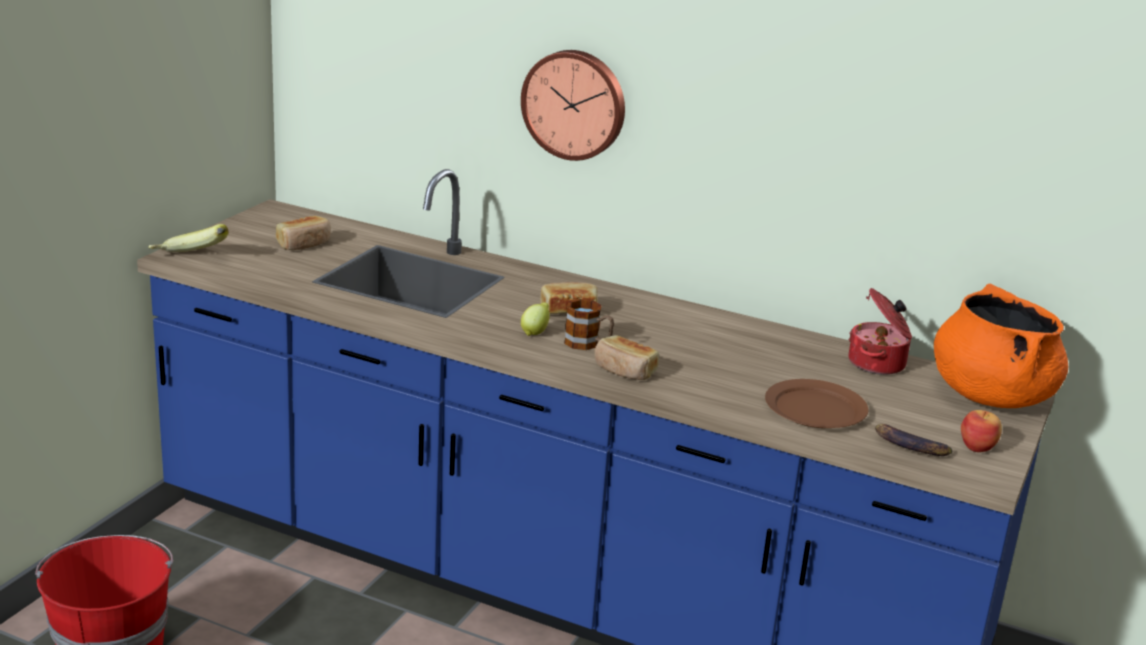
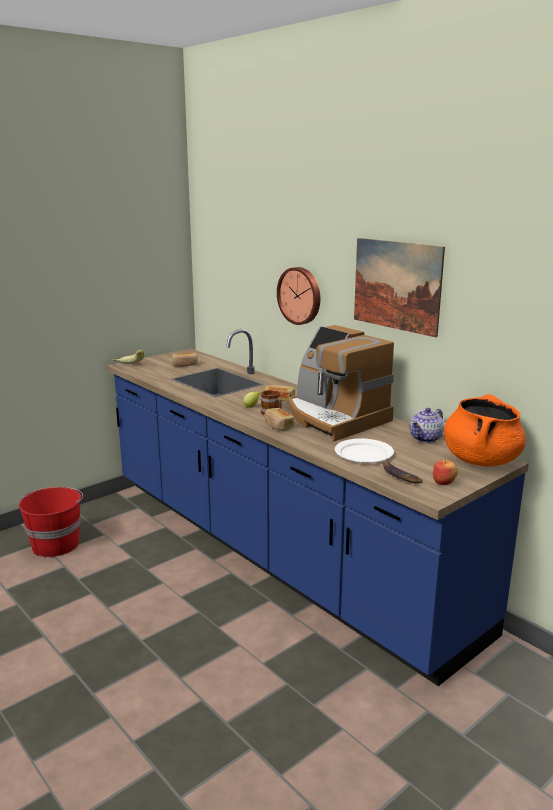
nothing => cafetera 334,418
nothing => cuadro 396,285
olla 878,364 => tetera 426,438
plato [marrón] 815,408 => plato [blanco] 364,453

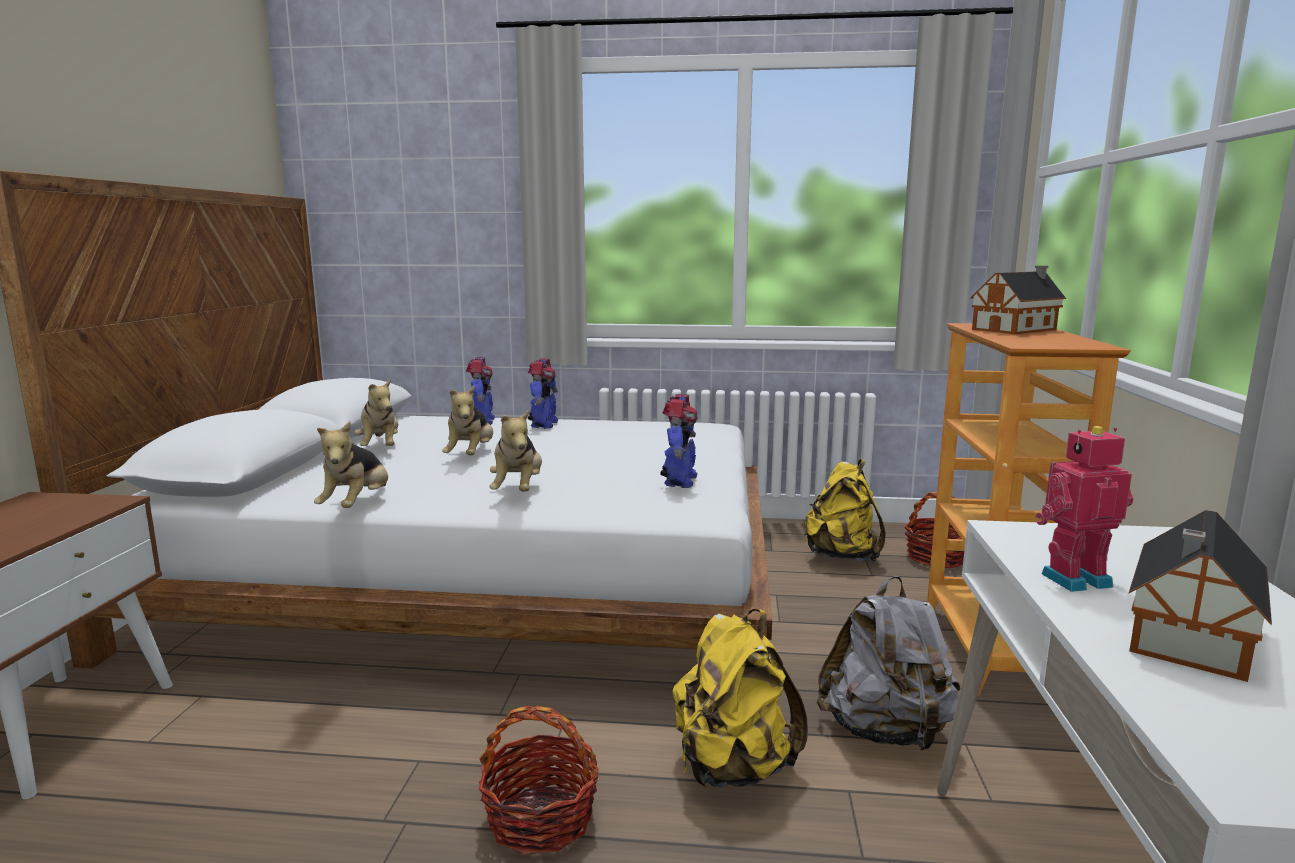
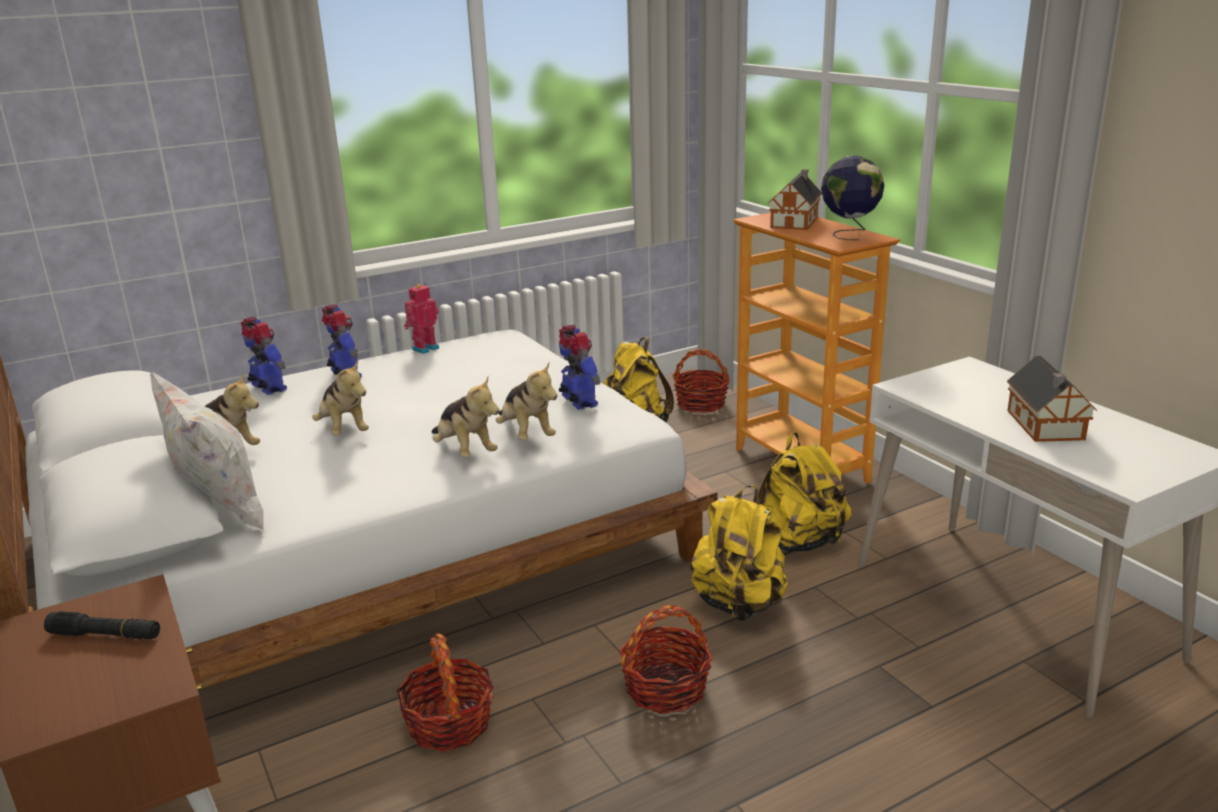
nothing => linterna [negro] 105,635
nothing => cojín [blanco] 220,512
nothing => cesta 449,723
nothing => globo terráqueo 849,233
peluche 357,505 => peluche 526,434, relocated
robot de juguete 1073,578 => robot de juguete 424,348, relocated
mochila [gris] 886,732 => mochila [amarillo] 797,543

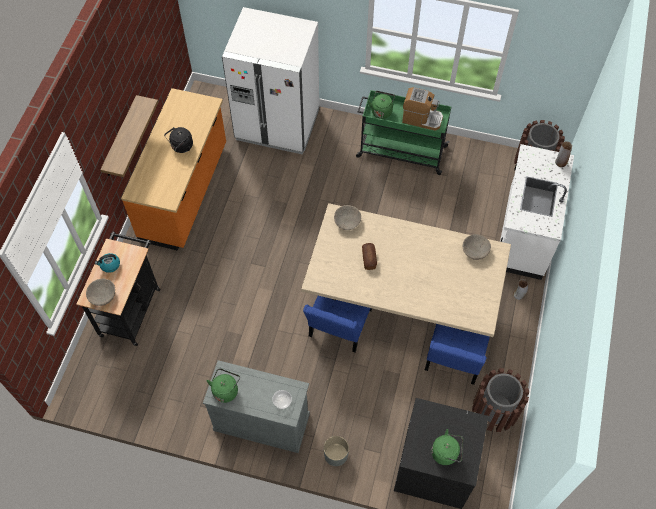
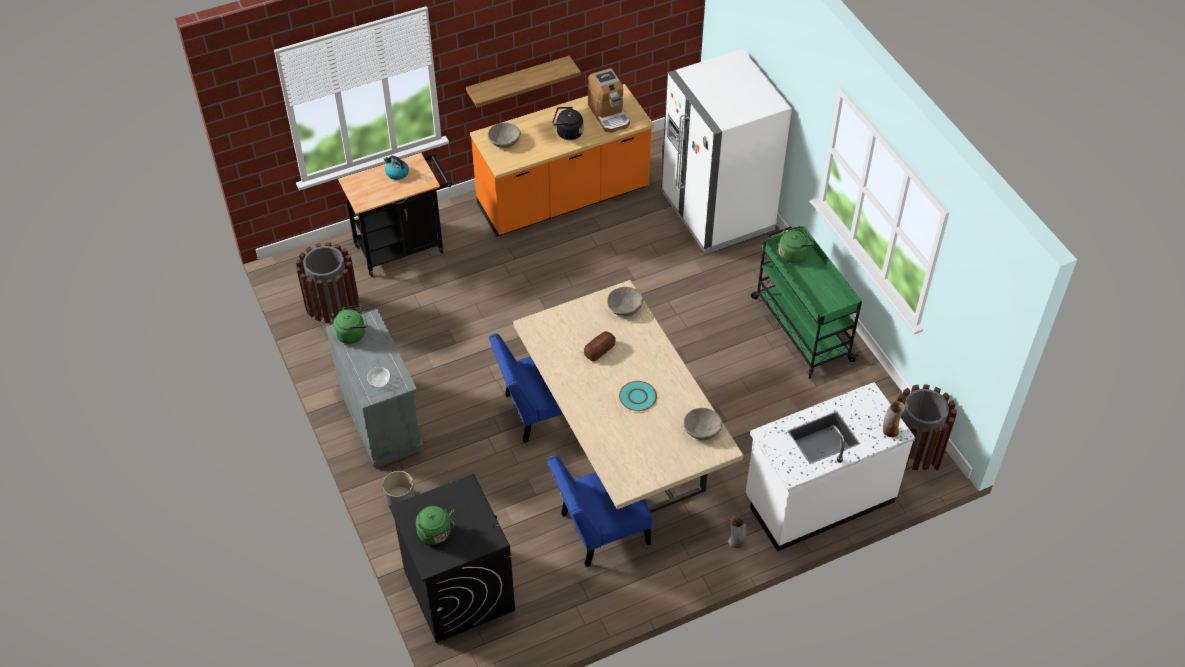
nothing => plato [turquesa] 637,396
cuenco [beis] 102,295 => cuenco [beis] 504,140, relocated
cafetera 421,118 => cafetera 609,114, relocated
papelera [marrón] 492,414 => papelera [marrón] 334,313, relocated

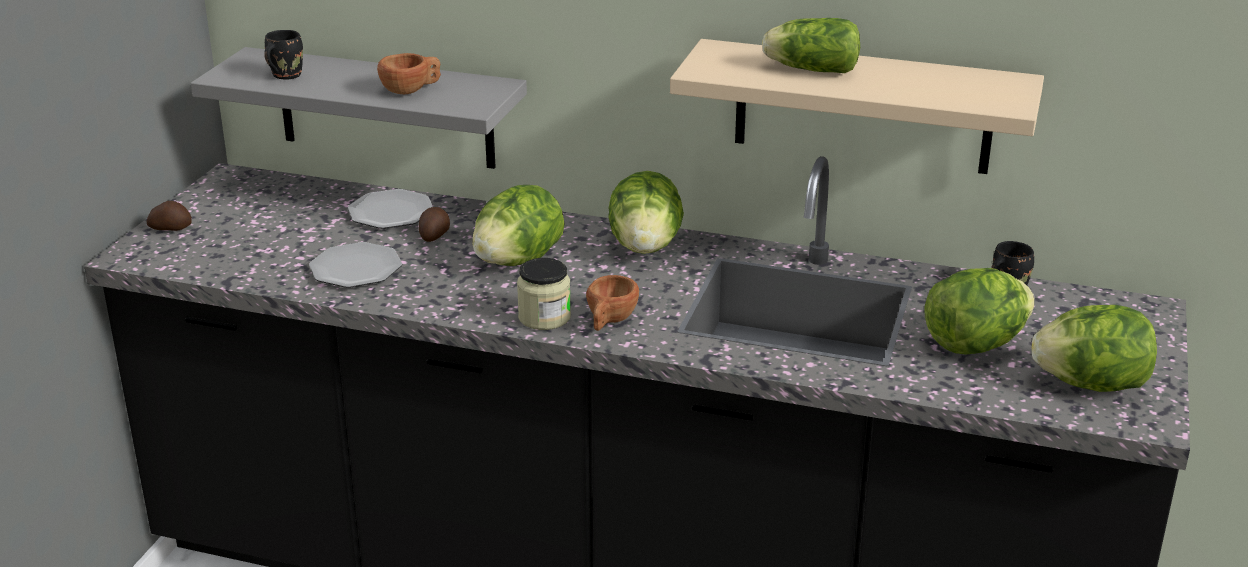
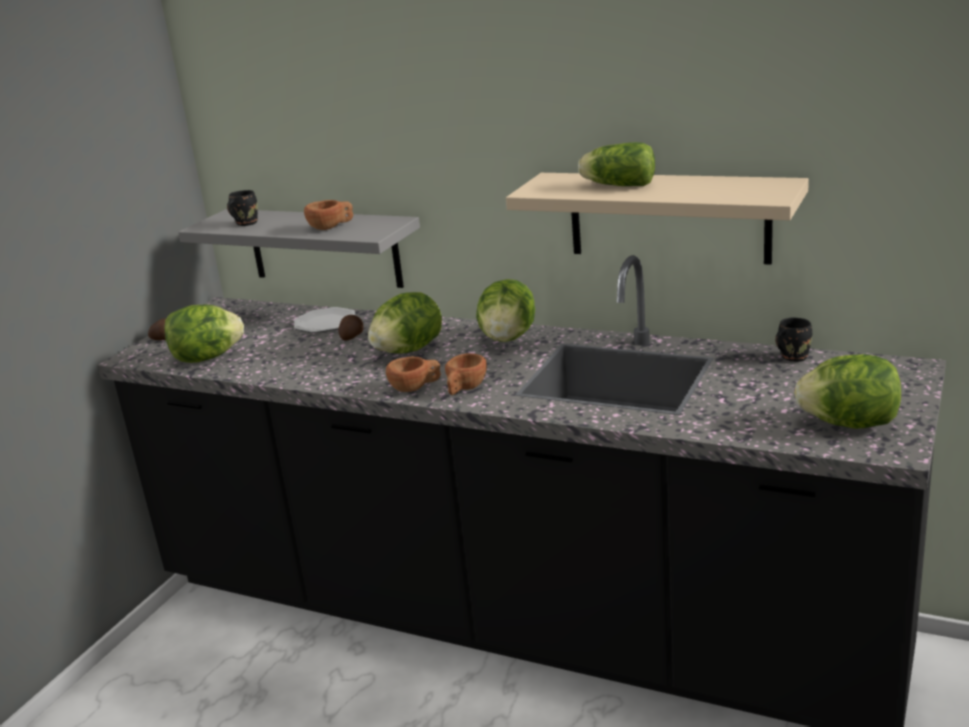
plato 355,268 => nothing
lechuga 975,345 => lechuga 207,358, relocated
tarro 544,317 => taza [marrón] 415,388

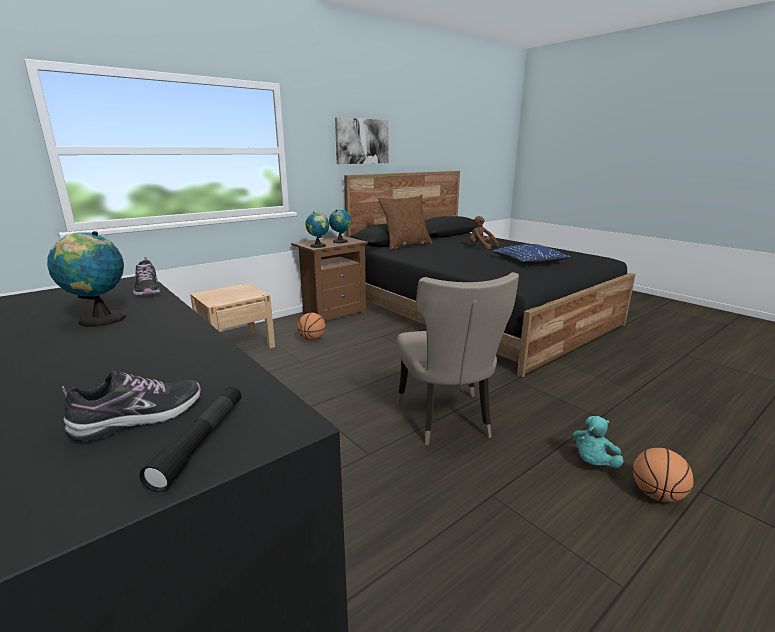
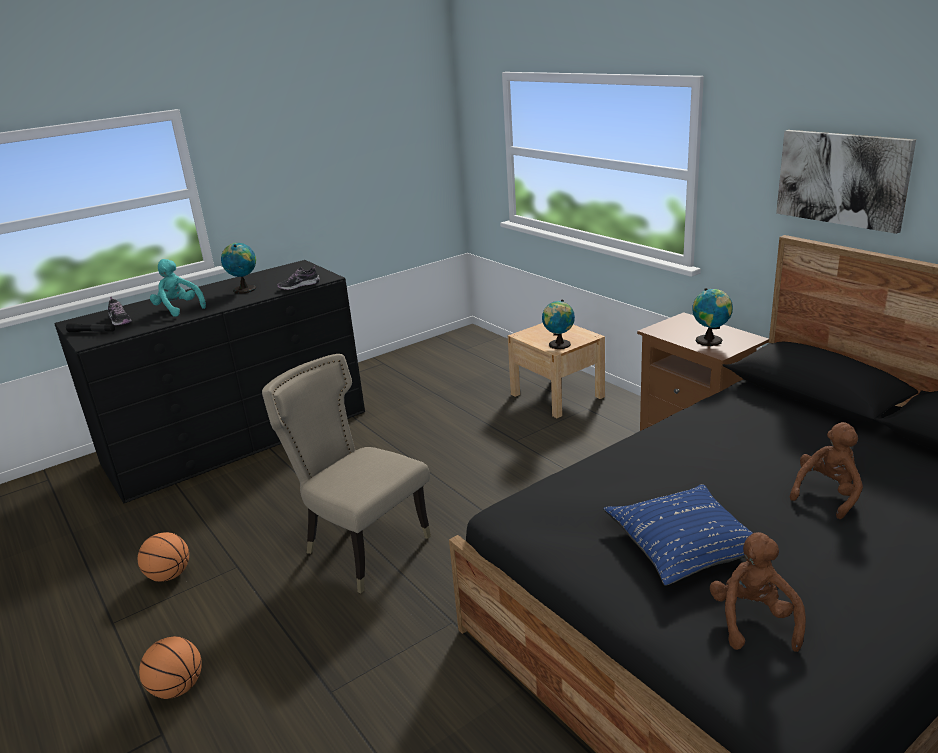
cojín [marrón] 405,245 => nothing
nothing => peluche [marrón] 753,620
balón de baloncesto 312,339 => balón de baloncesto 169,575, relocated
globo terráqueo 318,246 => globo terráqueo 558,345, relocated
peluche [turquesa] 593,463 => peluche [turquesa] 178,309, relocated
silla [beis] 447,420 => silla [beis] 362,546, 45 degrees clockwise

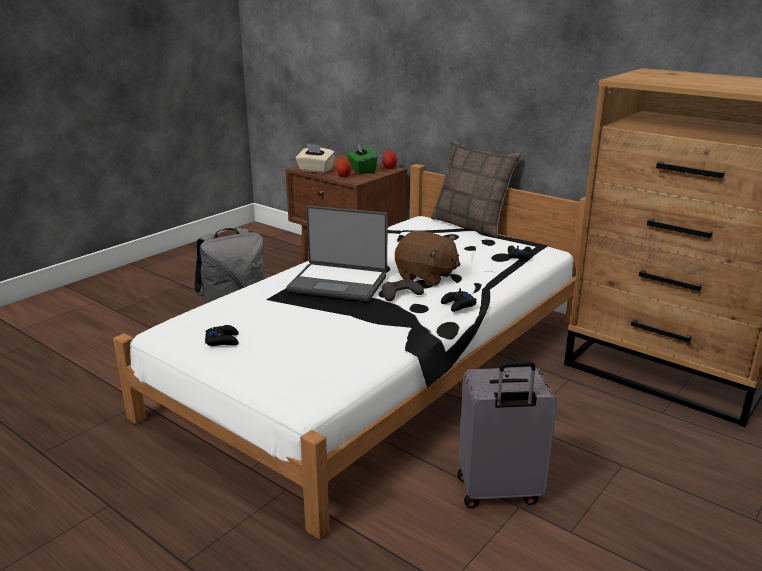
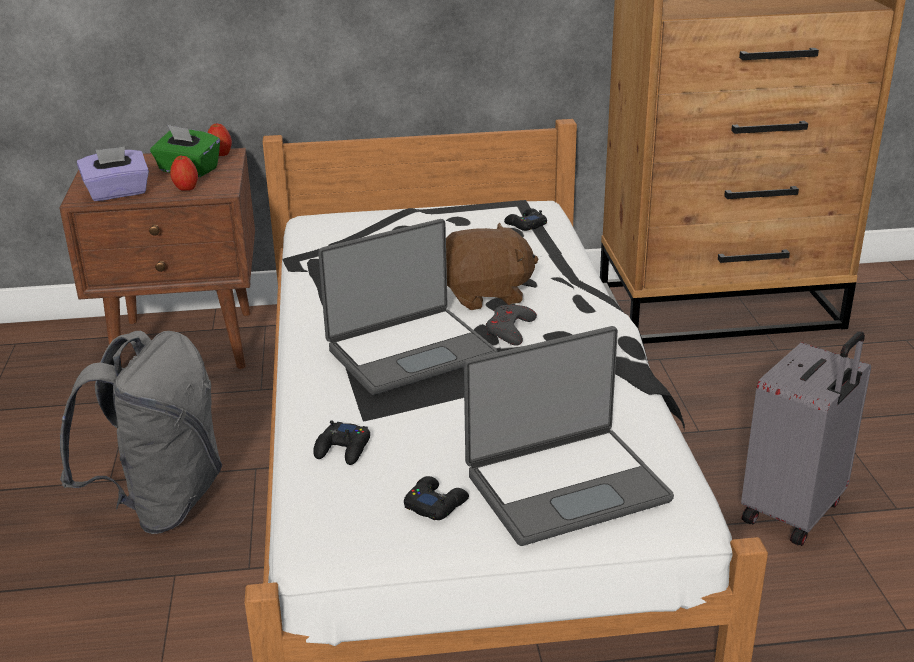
cojín 471,225 => nothing
nothing => portátil 565,485
mando de consola [negro] 458,305 => mando de consola [negro] 343,449, relocated
caja de pañuelos [beis] 315,170 => caja de pañuelos [morado] 117,193

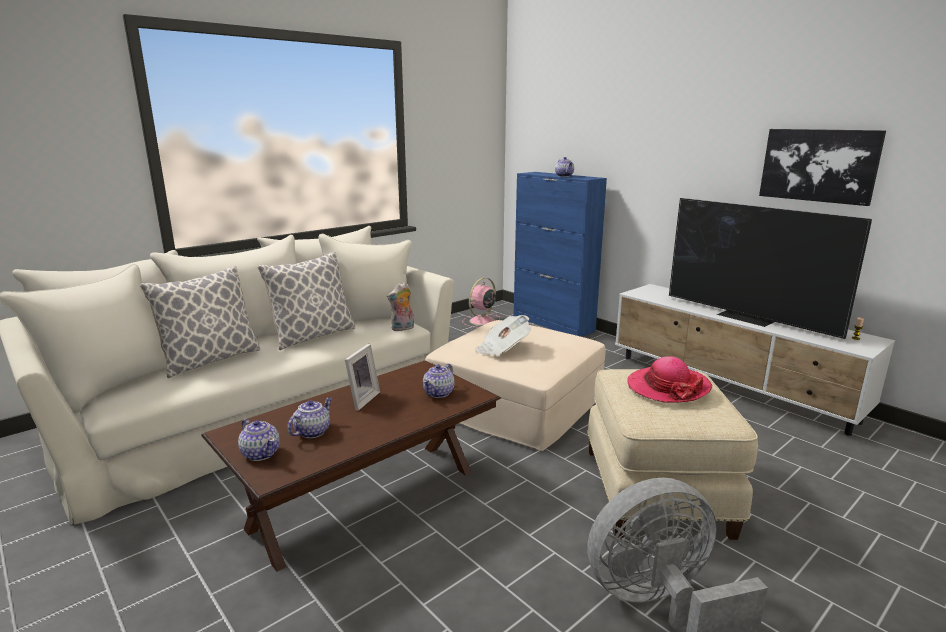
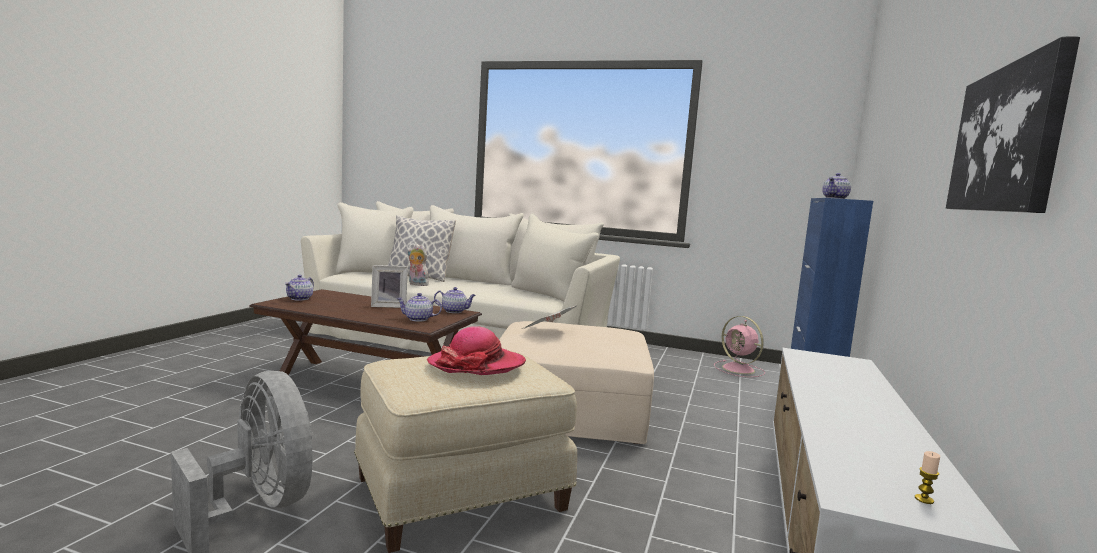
cojín 312,336 => nothing
televisor 747,317 => nothing
tetera 312,431 => tetera 454,311, relocated
peluche 402,328 => peluche 417,284, relocated
ventilador [rosa] 481,321 => ventilador [rosa] 739,369, 135 degrees counterclockwise

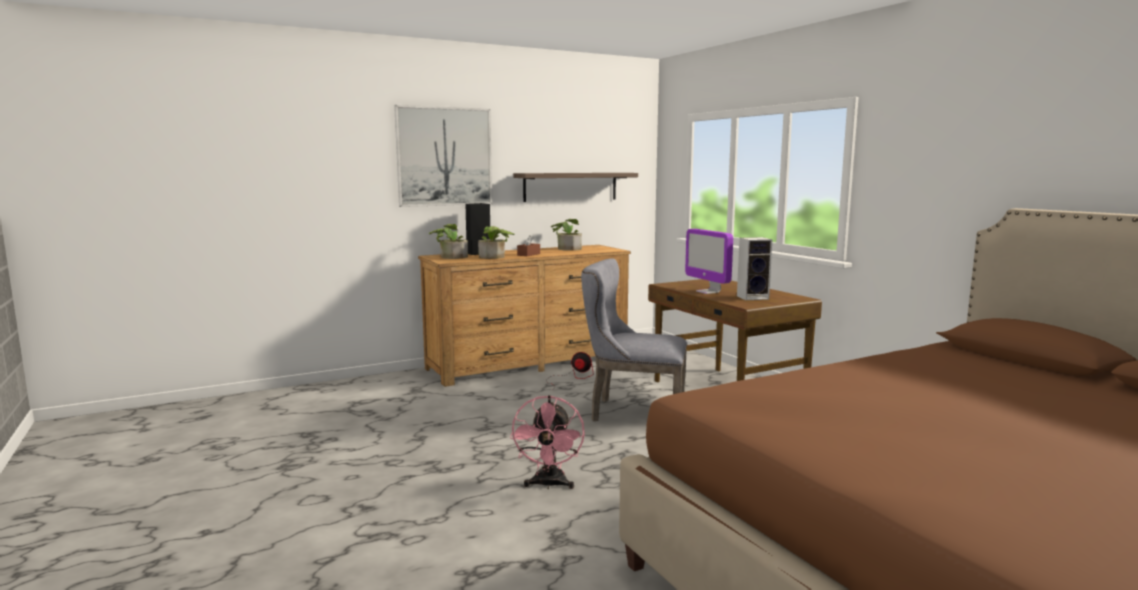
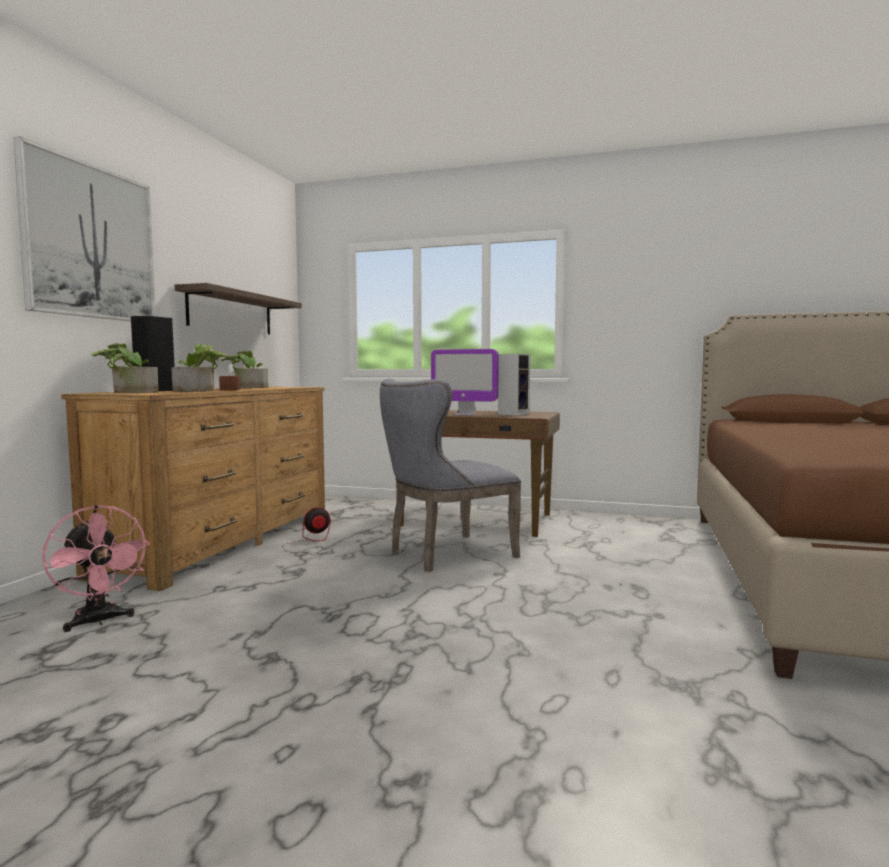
ventilador [rosa] 549,485 => ventilador [rosa] 99,621, relocated

